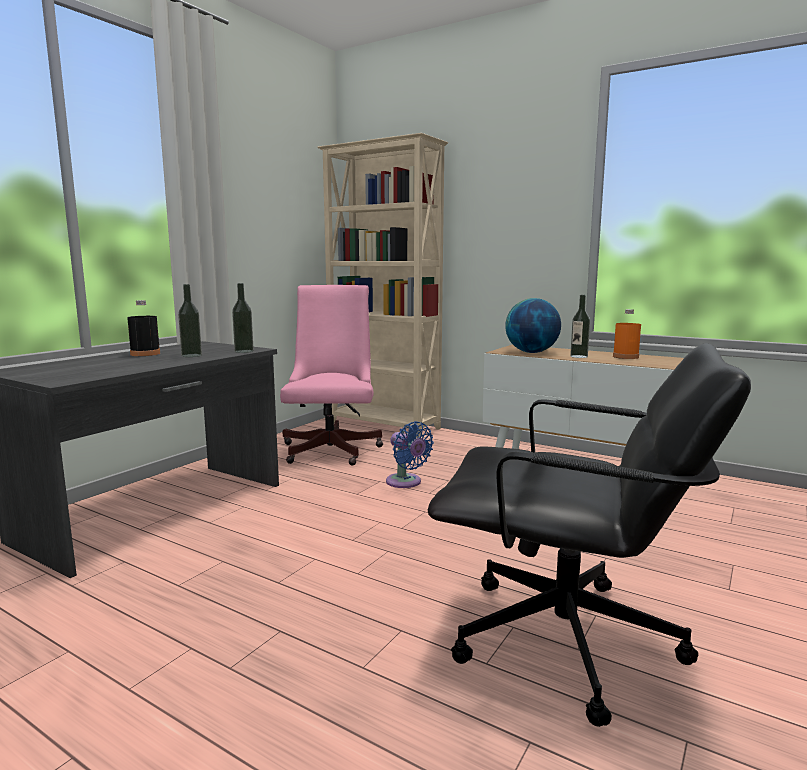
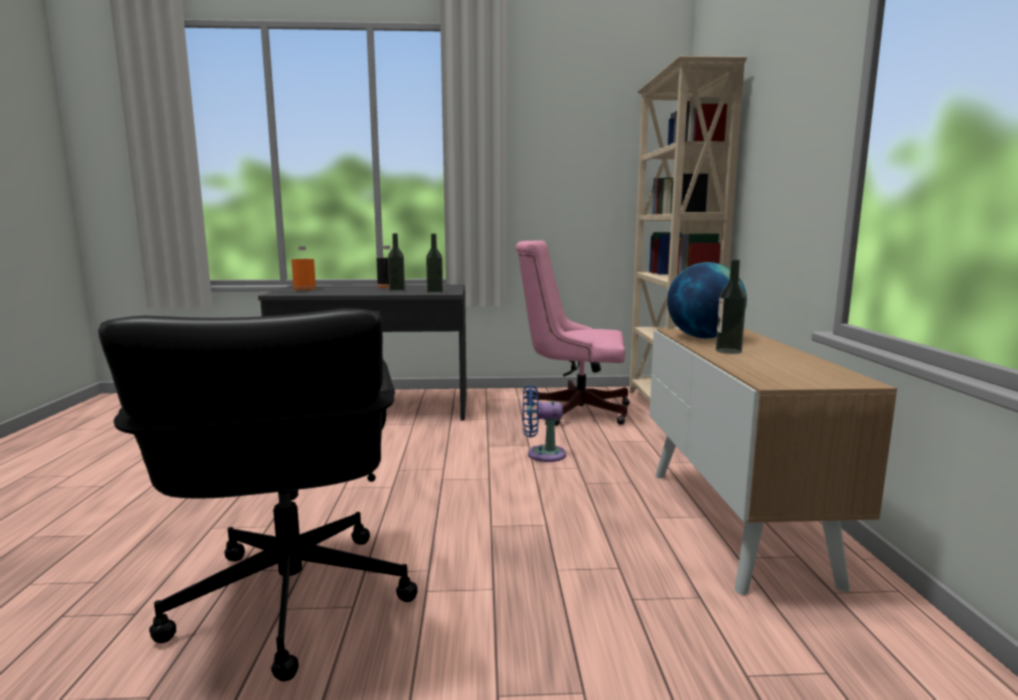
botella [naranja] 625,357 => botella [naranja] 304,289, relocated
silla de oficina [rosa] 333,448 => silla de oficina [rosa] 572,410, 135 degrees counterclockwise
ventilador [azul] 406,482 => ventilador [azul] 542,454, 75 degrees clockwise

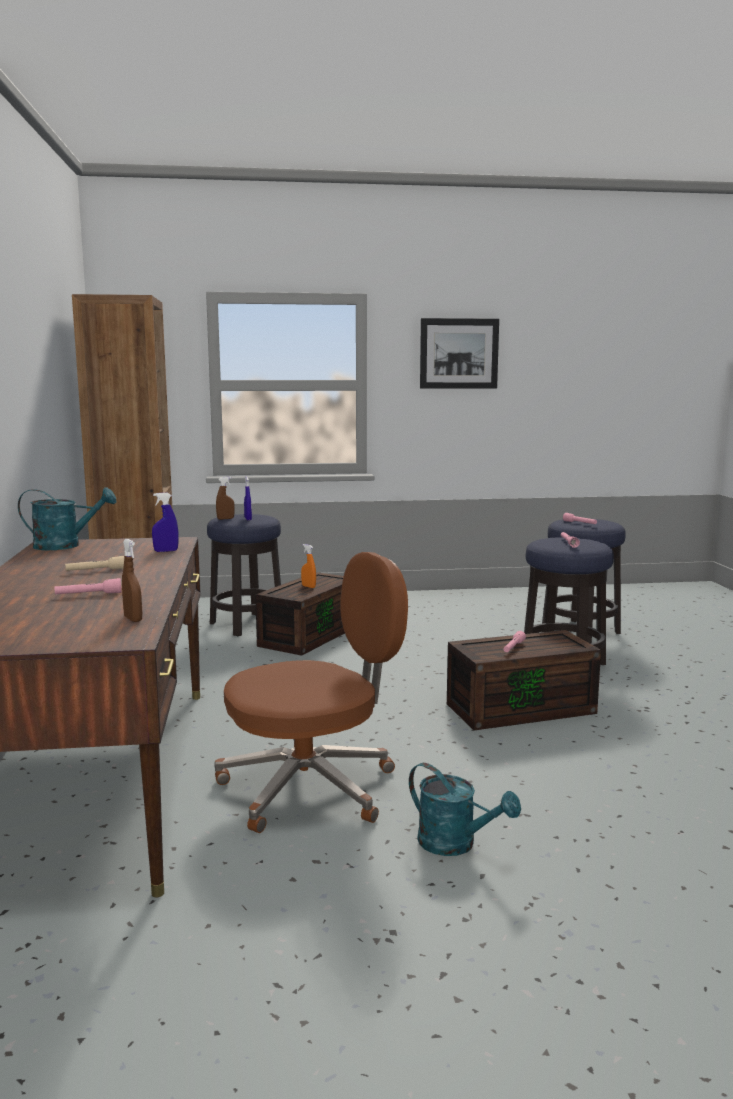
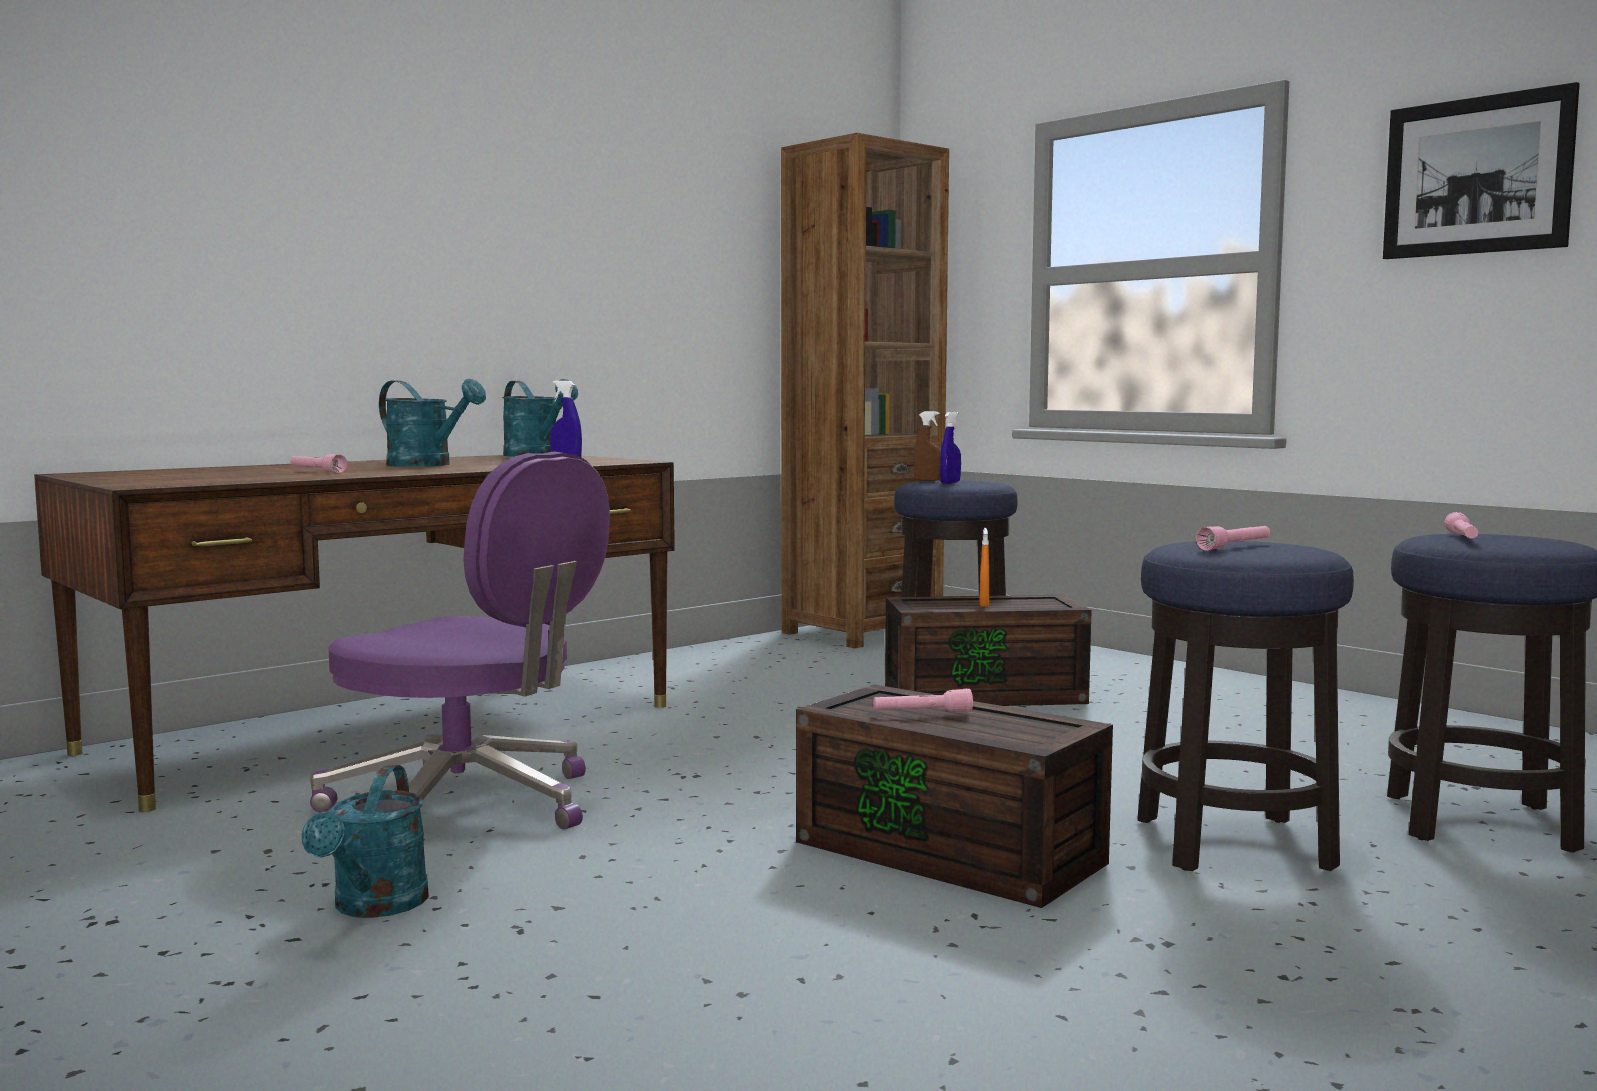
pulverizador [marrón] 133,619 => nothing
linterna [beis] 95,571 => regadera [turquesa] 428,465
silla de oficina [marrón] 312,787 => silla de oficina [morado] 468,805

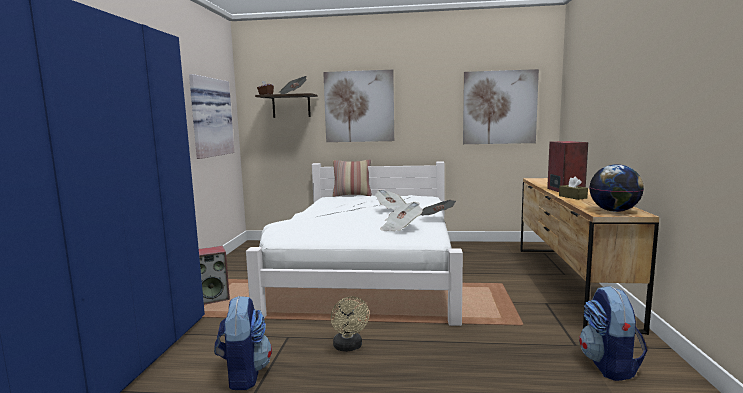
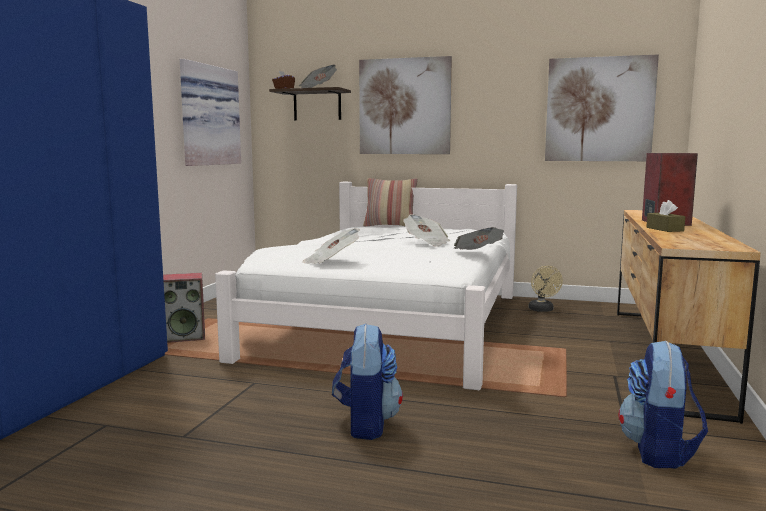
globo terráqueo 614,211 => nothing
mochila 244,374 => mochila 366,424, relocated
ventilador [beis] 349,347 => ventilador [beis] 542,310, relocated
periódico 400,228 => periódico 331,262, relocated

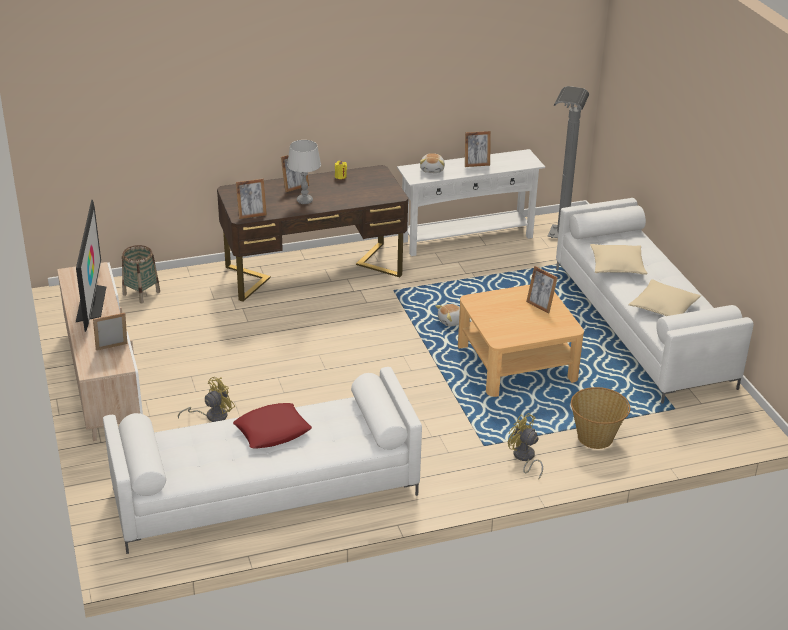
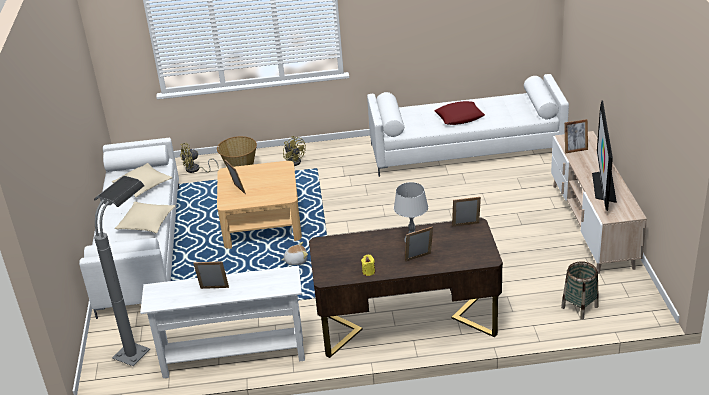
peluche 432,169 => nothing
ventilador [amarillo] 212,416 => ventilador [amarillo] 195,169, relocated

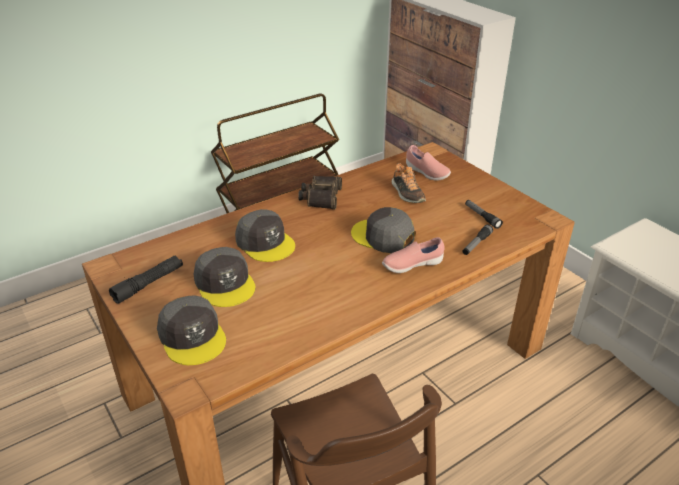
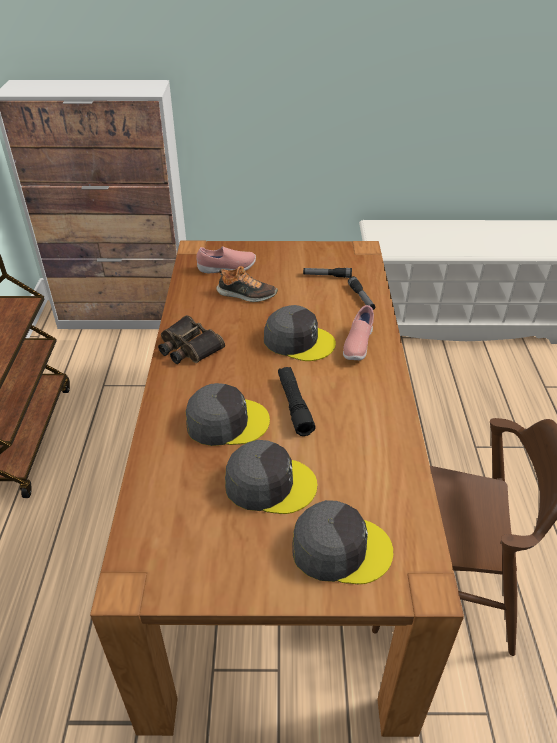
linterna [negro] 149,284 => linterna [negro] 294,405, relocated
gorra [gris] 382,236 => gorra [gris] 298,341, 135 degrees counterclockwise

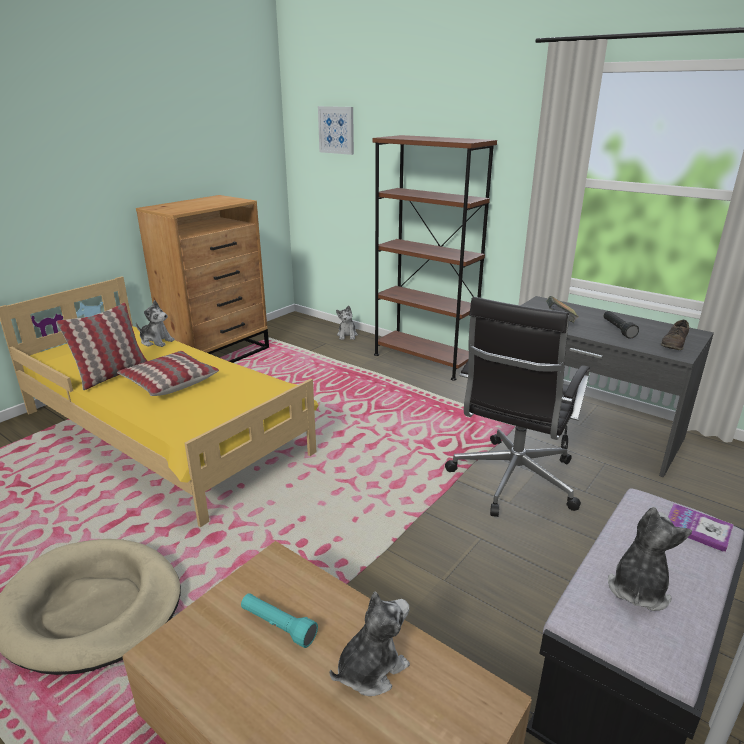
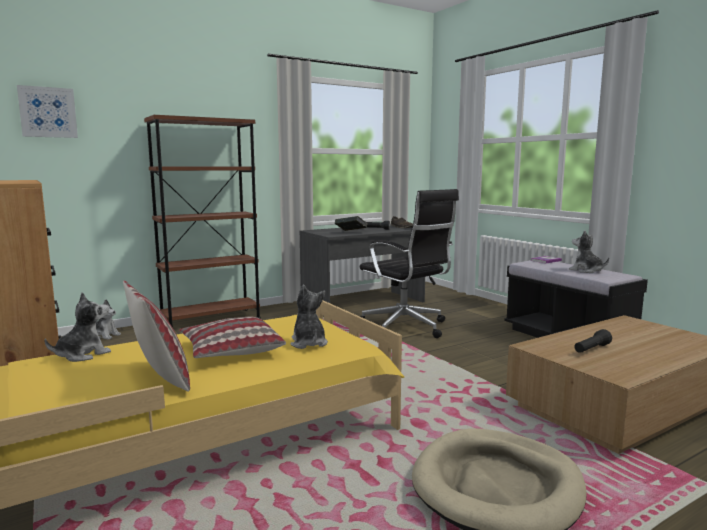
peluche 371,669 => peluche 308,343, relocated
linterna [turquesa] 278,626 => linterna [negro] 591,349

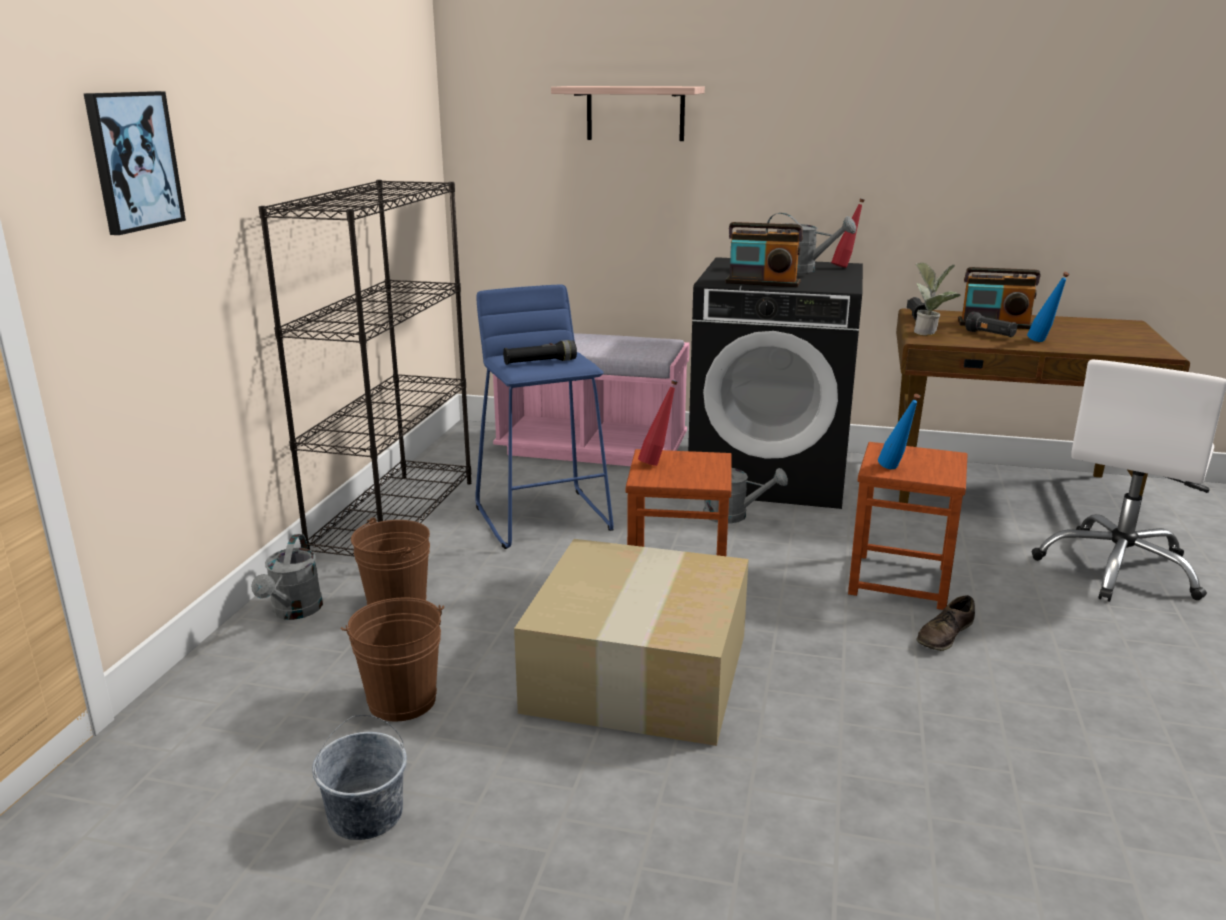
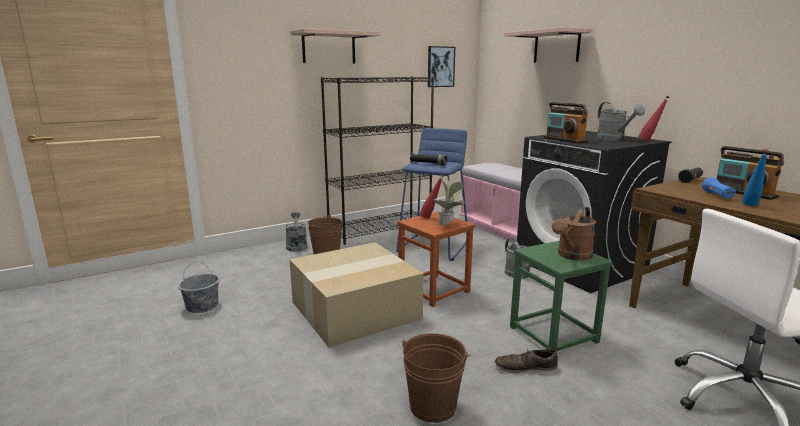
botella [azul] 895,470 => nothing
nothing => estante 329,48
nothing => regadera [marrón] 572,256
cuadro 133,161 => cuadro 440,67, relocated
cubo [marrón] 402,701 => cubo [marrón] 433,406, relocated
planta en maceta 930,332 => planta en maceta 449,224, relocated
taburete [marrón] 900,580 => taburete [verde] 554,334
linterna [negro] 990,335 => linterna [azul] 717,196
regadera [gris] 294,612 => regadera [gris] 296,245, 120 degrees clockwise

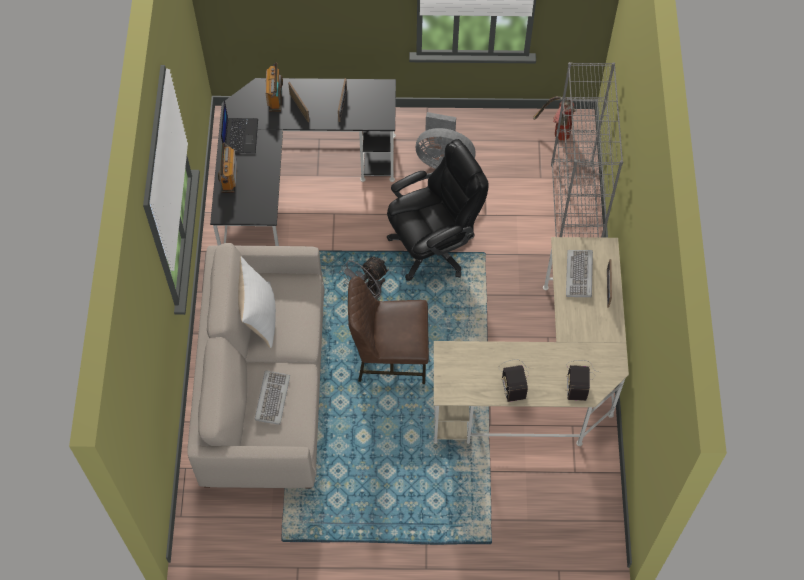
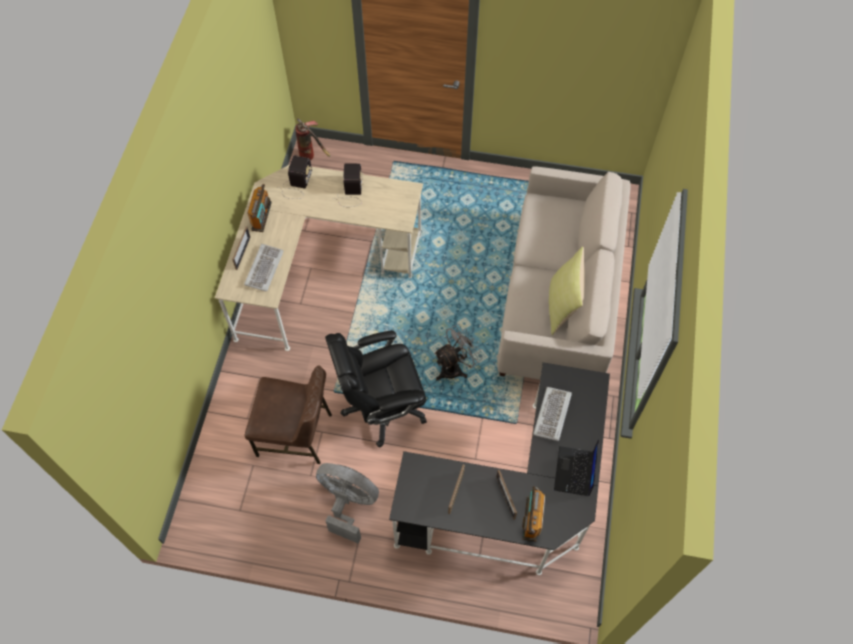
estantería [gris] 574,211 => nothing
radio 228,176 => radio 261,216, relocated
teclado 272,398 => teclado 553,415, relocated
silla [marrón] 389,356 => silla [marrón] 296,434, relocated
extintor 555,133 => extintor 312,156, relocated
cojín [blanco] 259,315 => cojín [amarillo] 563,305

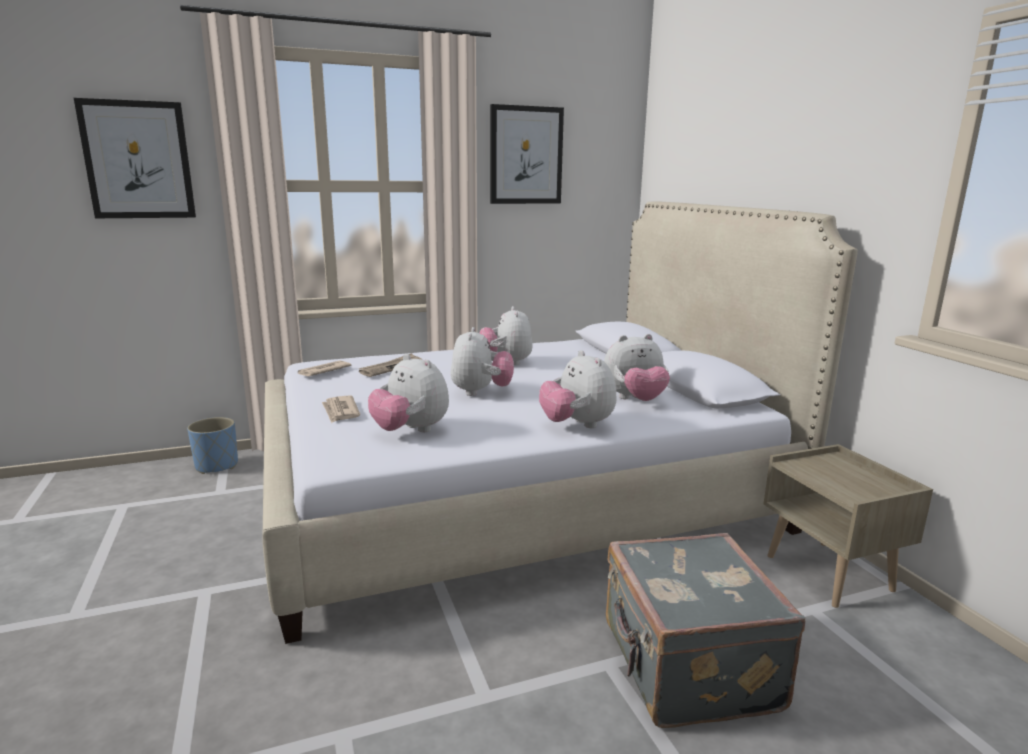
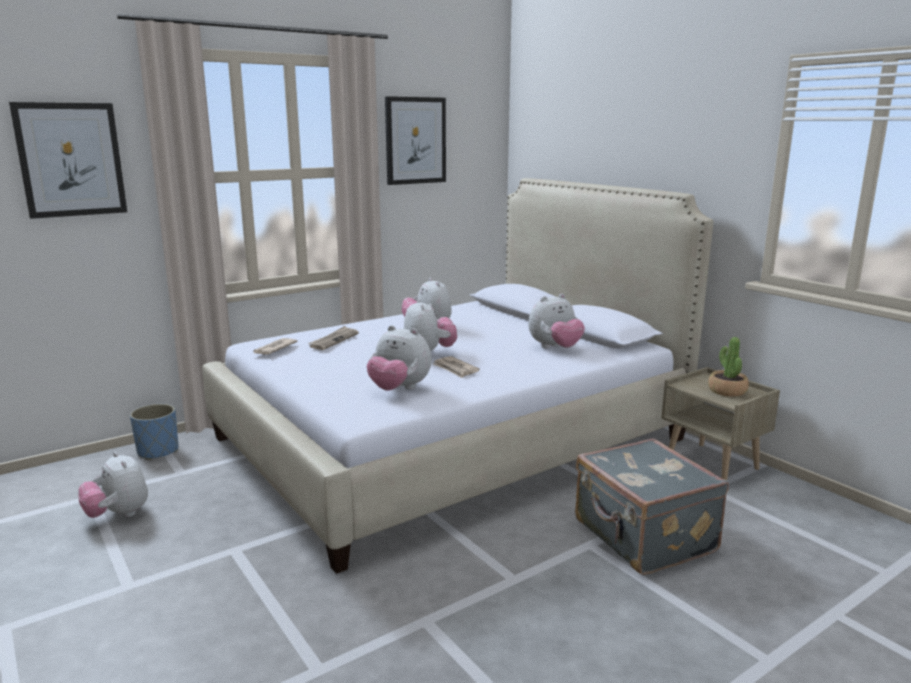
nothing => planta en maceta 727,391
periódico 340,411 => periódico 455,369, relocated
peluche 577,425 => peluche 118,514, relocated

